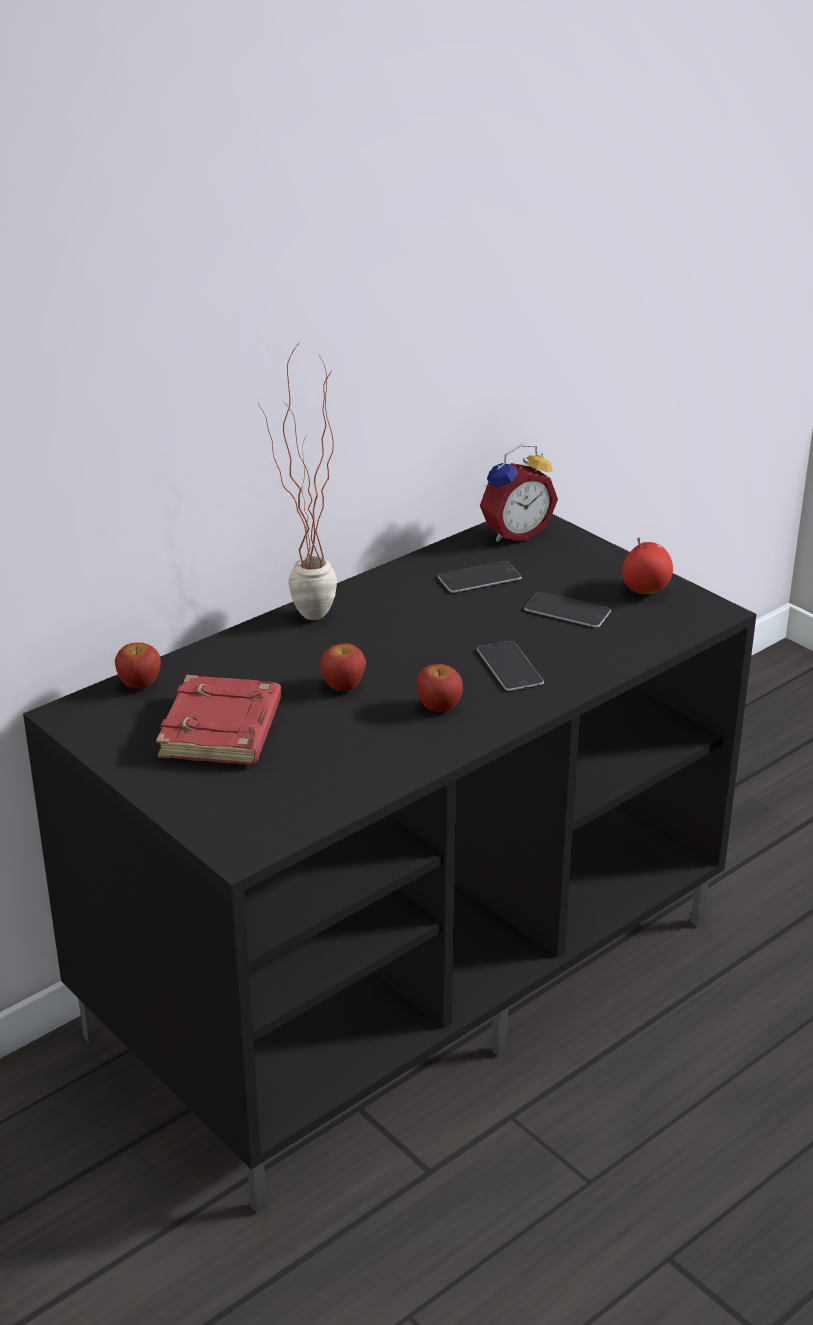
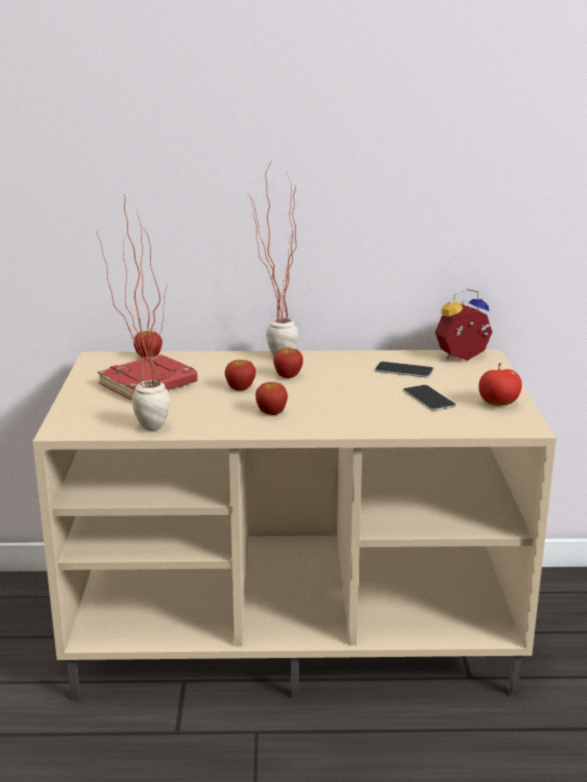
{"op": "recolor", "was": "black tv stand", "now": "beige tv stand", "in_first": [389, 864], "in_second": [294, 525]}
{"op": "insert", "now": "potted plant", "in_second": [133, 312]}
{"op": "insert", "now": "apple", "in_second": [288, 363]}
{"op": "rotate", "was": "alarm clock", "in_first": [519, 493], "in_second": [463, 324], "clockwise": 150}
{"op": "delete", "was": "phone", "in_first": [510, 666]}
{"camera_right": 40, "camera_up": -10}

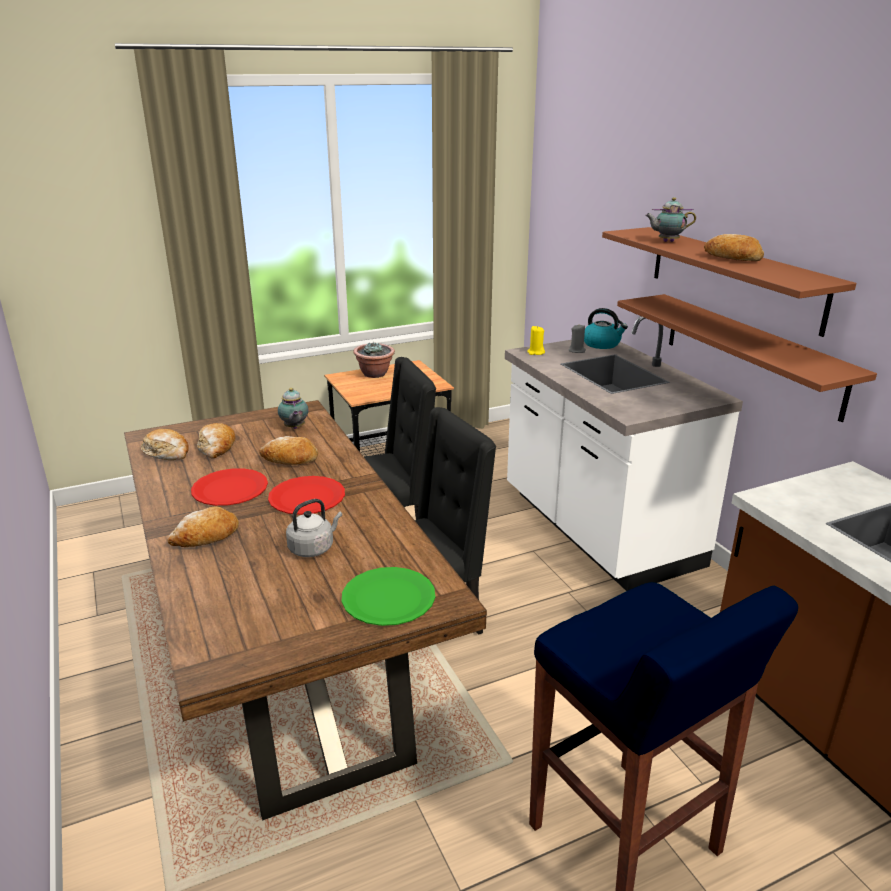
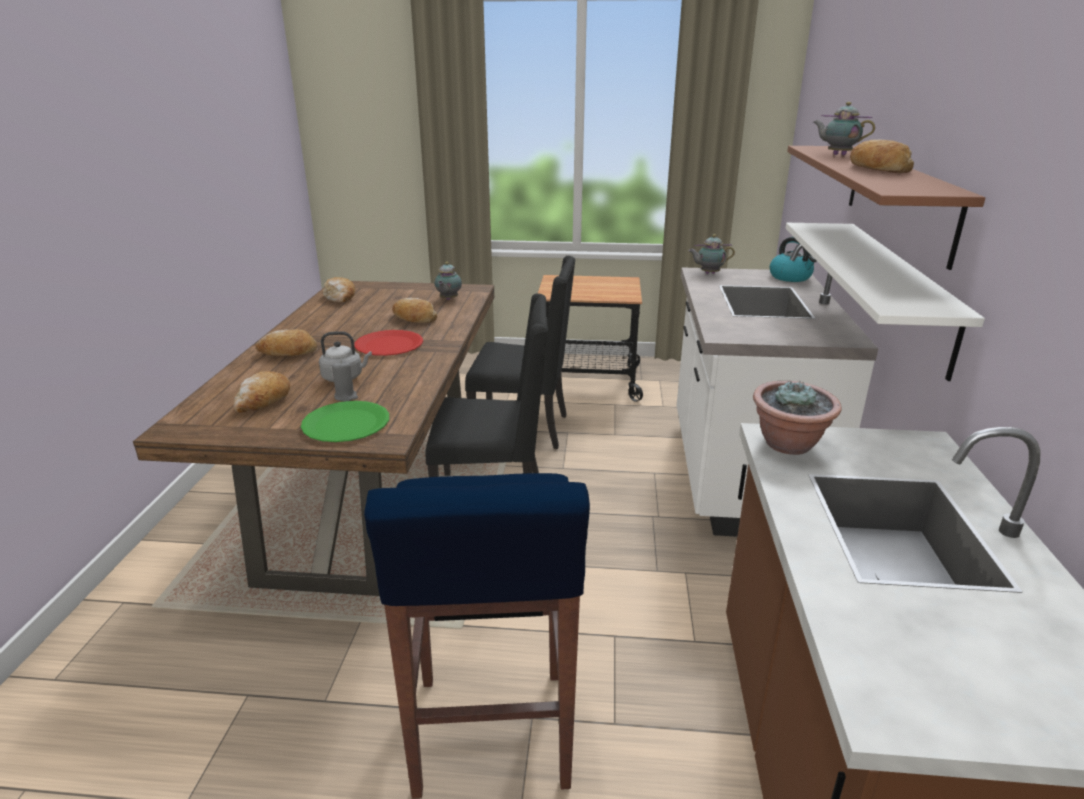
{"op": "move", "was": "bread", "in_first": [216, 440], "in_second": [261, 392]}
{"op": "move", "was": "grey candle", "in_first": [577, 339], "in_second": [345, 381]}
{"op": "replace", "was": "yellow candle", "now": "teapot", "in_first": [536, 340], "in_second": [711, 254]}
{"op": "move", "was": "potted plant", "in_first": [374, 359], "in_second": [797, 418]}
{"op": "recolor", "was": "brown shelf", "now": "white shelf", "in_first": [747, 358], "in_second": [885, 302]}
{"op": "delete", "was": "red plate", "in_first": [229, 487]}
{"camera_right": 30, "camera_up": 0}

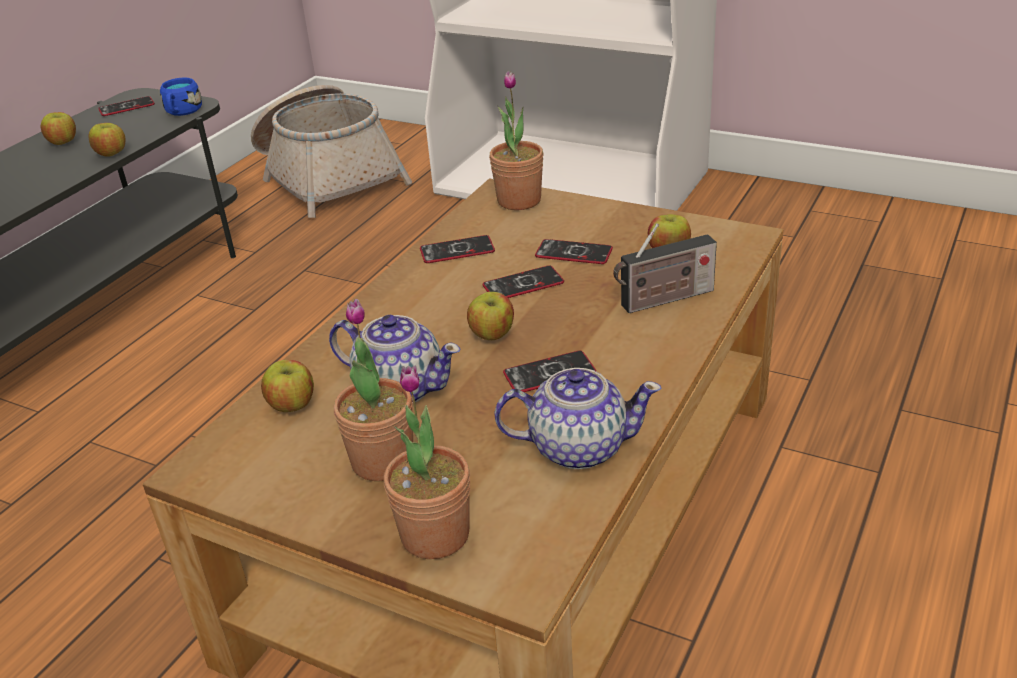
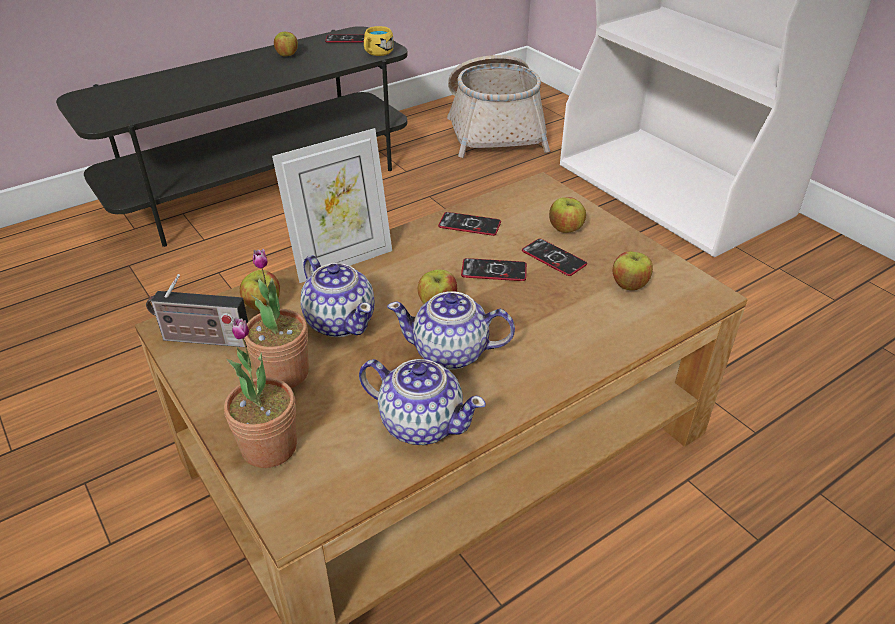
{"op": "move", "was": "radio", "in_first": [665, 268], "in_second": [197, 310]}
{"op": "insert", "now": "picture frame", "in_second": [332, 205]}
{"op": "recolor", "was": "blue mug", "now": "yellow mug", "in_first": [181, 96], "in_second": [379, 41]}
{"op": "replace", "was": "phone", "now": "teapot", "in_first": [549, 371], "in_second": [451, 330]}
{"op": "move", "was": "apple", "in_first": [107, 140], "in_second": [567, 215]}
{"op": "delete", "was": "potted plant", "in_first": [516, 140]}
{"camera_right": 25, "camera_up": 5}

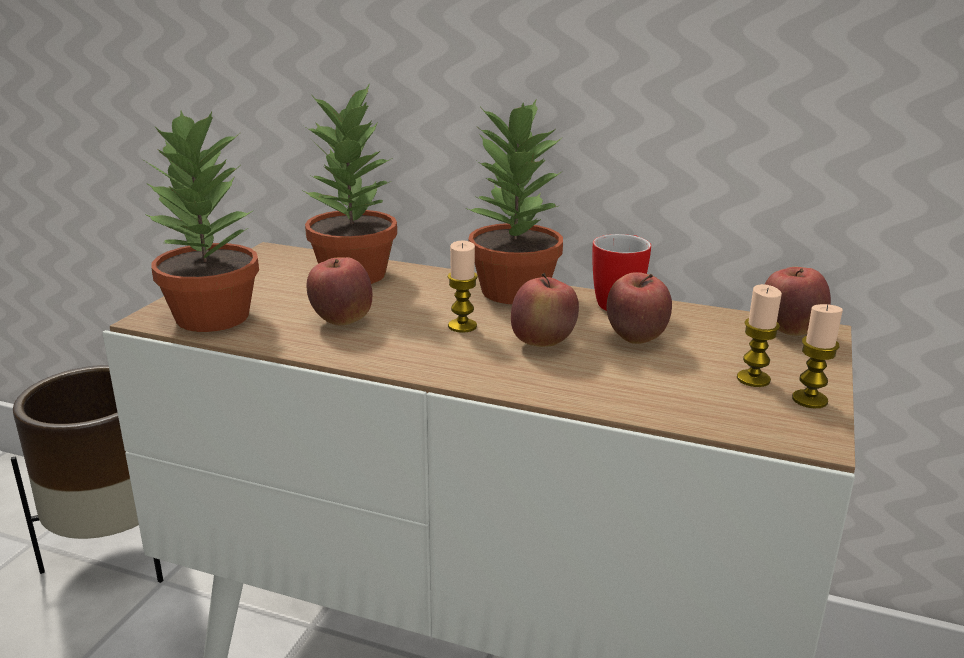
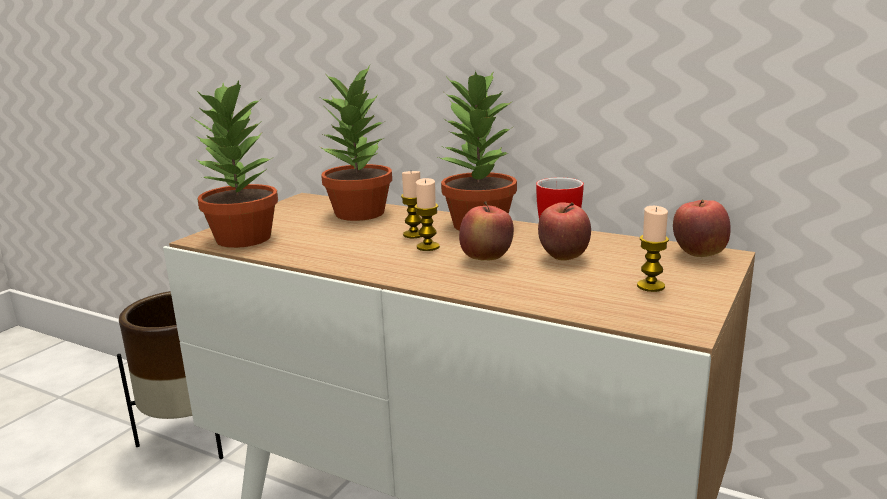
{"op": "move", "was": "candle", "in_first": [817, 356], "in_second": [411, 204]}
{"op": "delete", "was": "apple", "in_first": [339, 291]}
{"camera_right": 10, "camera_up": -5}

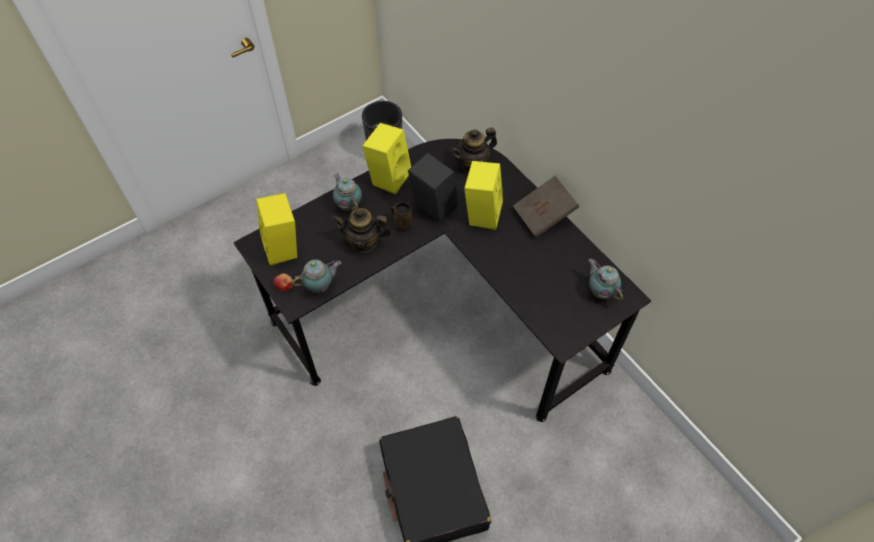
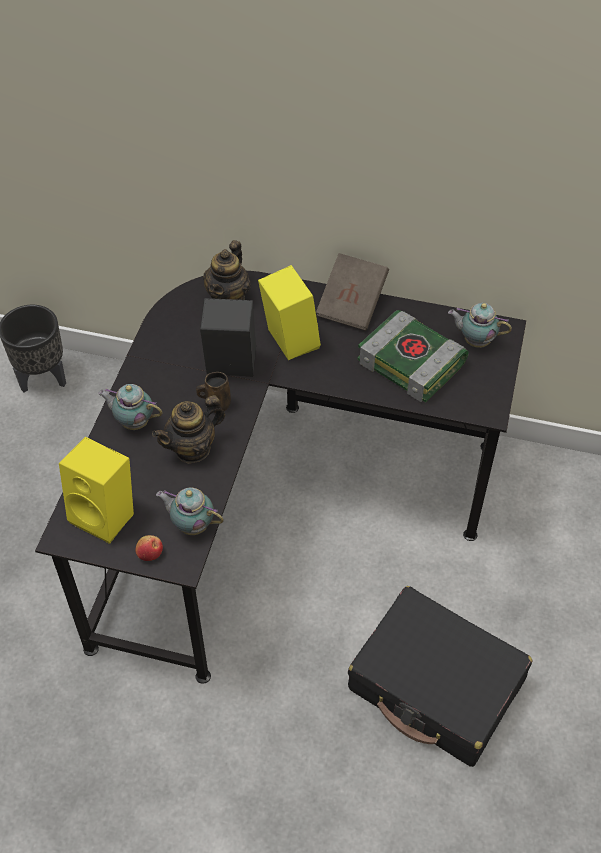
{"op": "rotate", "was": "teapot", "in_first": [316, 276], "in_second": [190, 511], "clockwise": -90}
{"op": "insert", "now": "book", "in_second": [413, 356]}
{"op": "delete", "was": "yellow speaker", "in_first": [386, 159]}
{"camera_right": -40, "camera_up": -5}

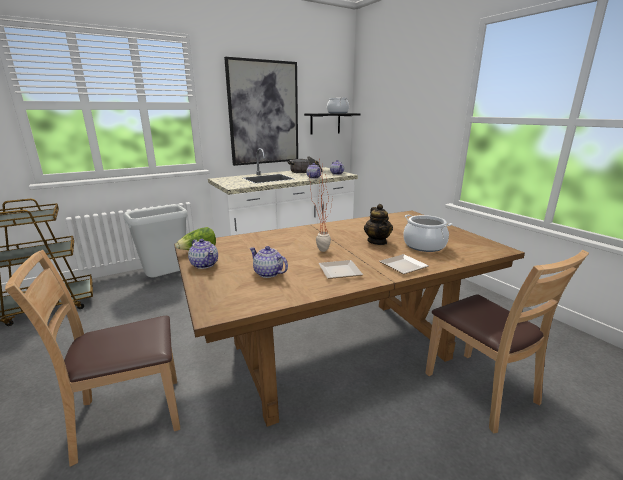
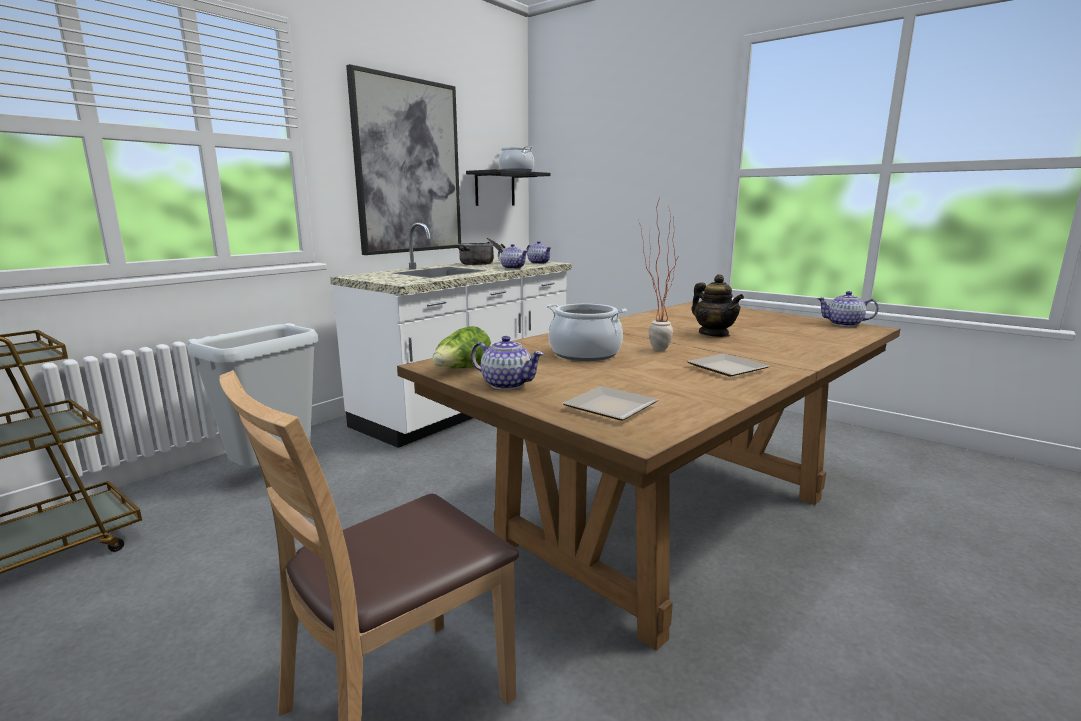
{"op": "move", "was": "cooking pot", "in_first": [427, 233], "in_second": [587, 332]}
{"op": "move", "was": "plate", "in_first": [404, 264], "in_second": [610, 403]}
{"op": "move", "was": "teapot", "in_first": [268, 262], "in_second": [848, 309]}
{"op": "delete", "was": "brown chair", "in_first": [507, 342]}
{"camera_right": -20, "camera_up": -5}

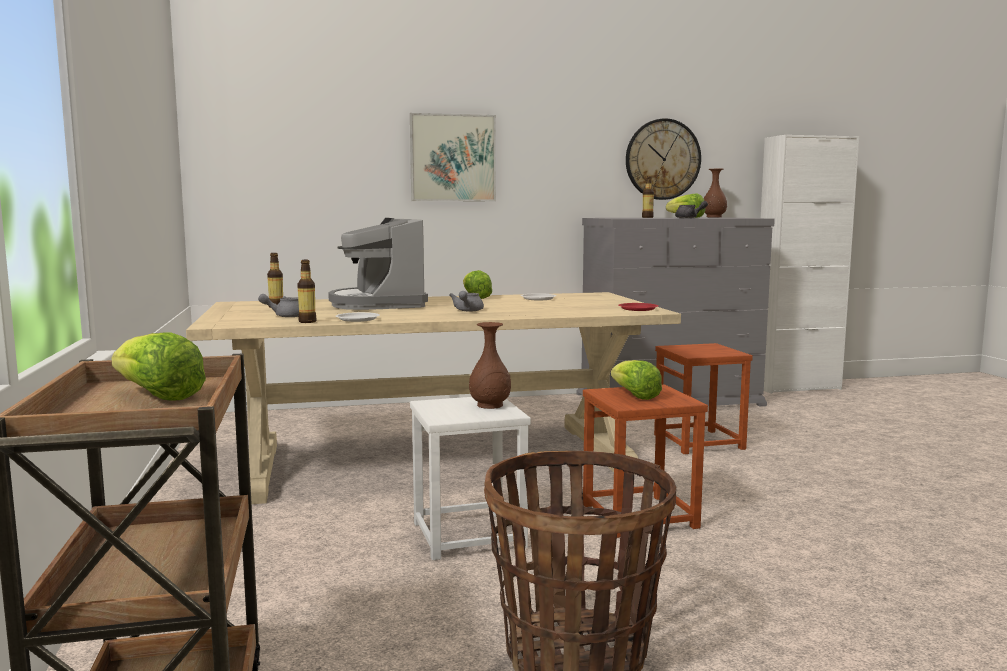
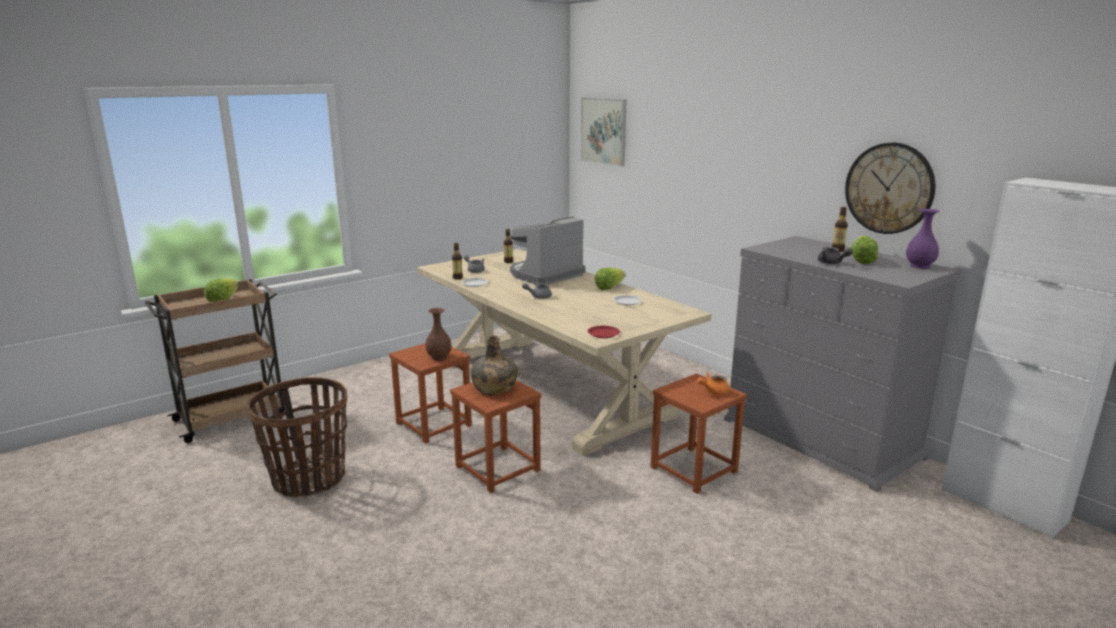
{"op": "recolor", "was": "white stool", "now": "brown stool", "in_first": [470, 478], "in_second": [430, 393]}
{"op": "replace", "was": "lettuce", "now": "green bottle", "in_first": [636, 380], "in_second": [494, 365]}
{"op": "move", "was": "picture", "in_first": [453, 157], "in_second": [604, 132]}
{"op": "insert", "now": "orange teapot", "in_second": [713, 384]}
{"op": "recolor", "was": "brown vase", "now": "purple vase", "in_first": [715, 193], "in_second": [923, 239]}
{"camera_right": 65, "camera_up": 10}

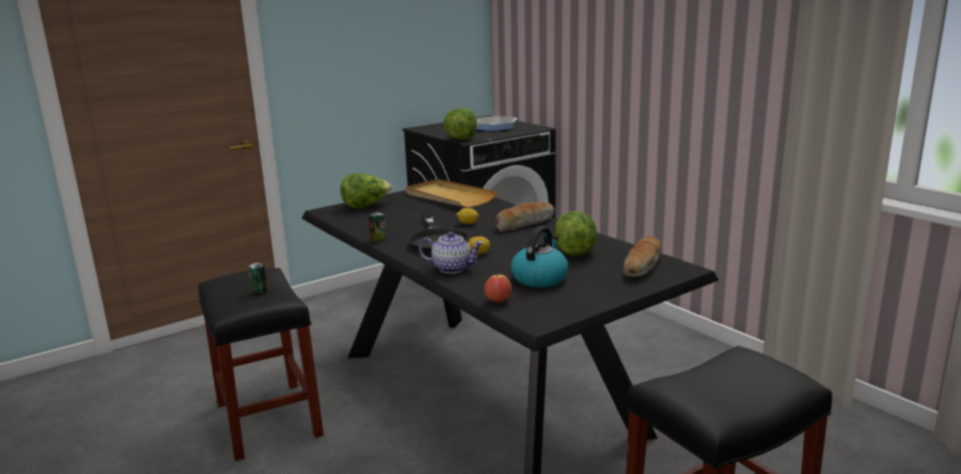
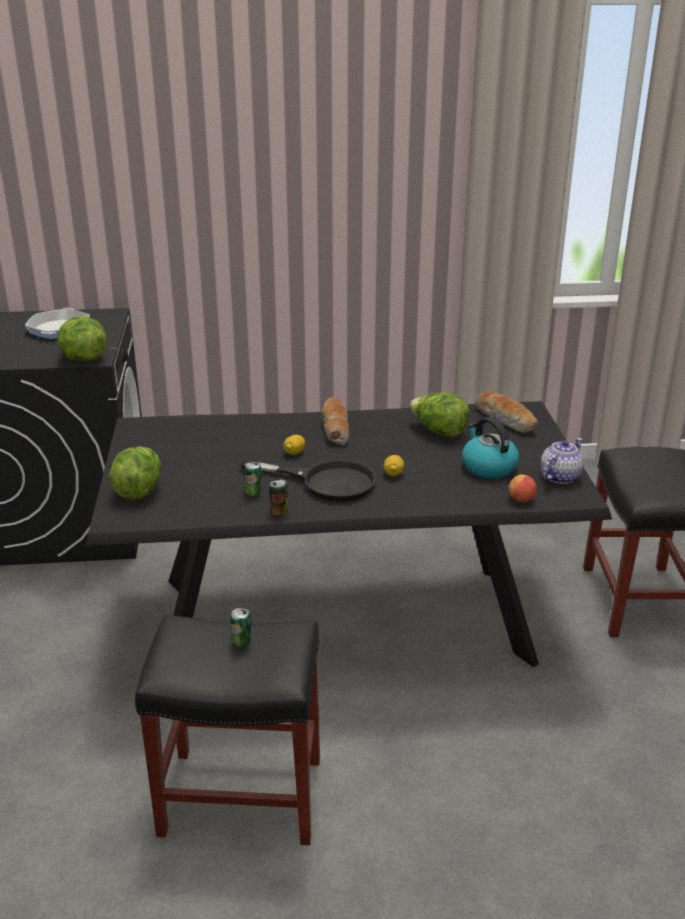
{"op": "insert", "now": "can", "in_second": [252, 479]}
{"op": "move", "was": "teapot", "in_first": [451, 252], "in_second": [562, 461]}
{"op": "delete", "was": "beige tray", "in_first": [451, 193]}
{"camera_right": -60, "camera_up": 10}

